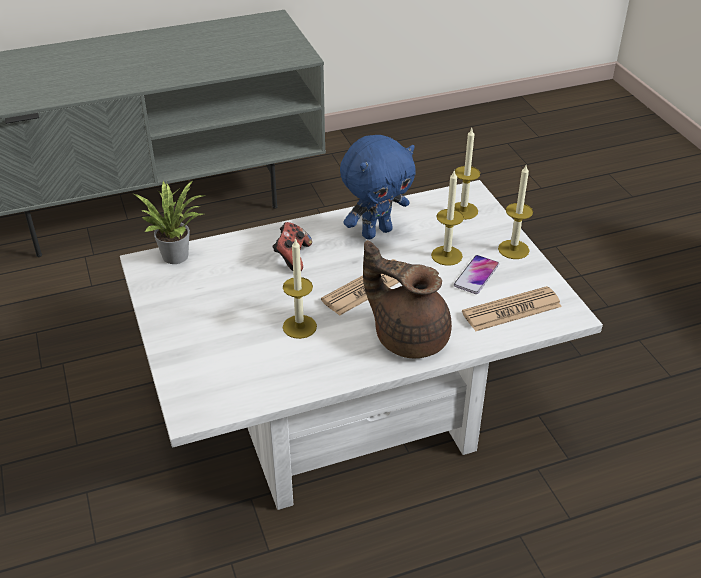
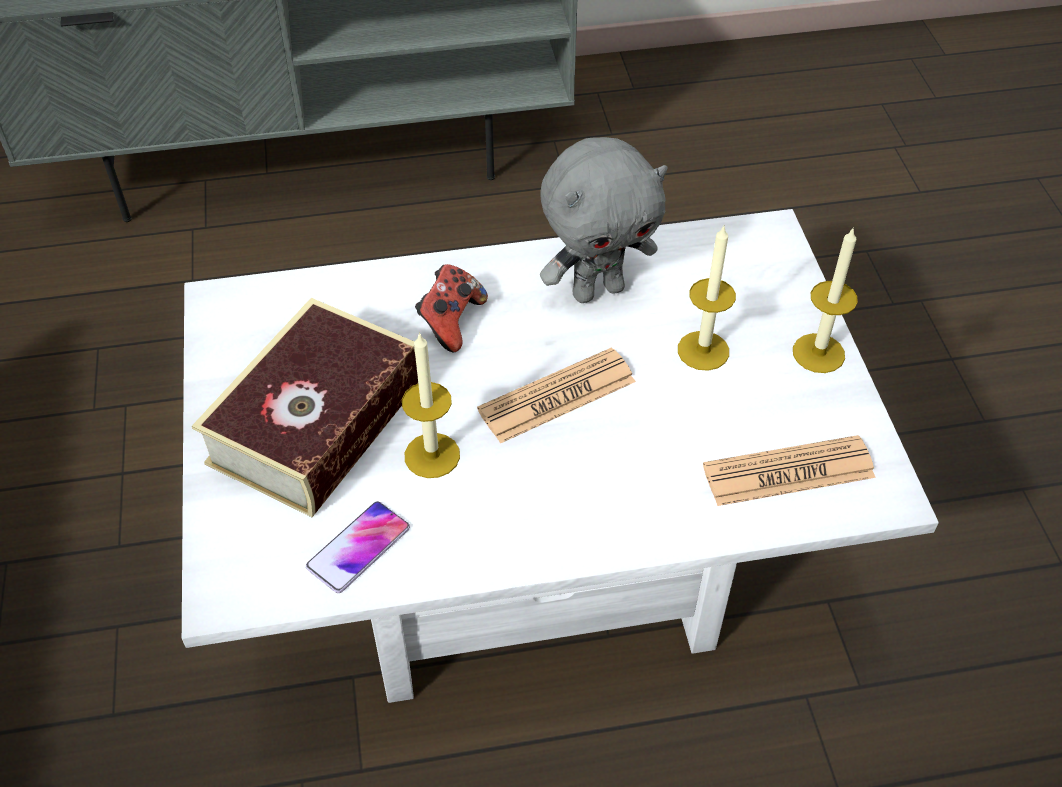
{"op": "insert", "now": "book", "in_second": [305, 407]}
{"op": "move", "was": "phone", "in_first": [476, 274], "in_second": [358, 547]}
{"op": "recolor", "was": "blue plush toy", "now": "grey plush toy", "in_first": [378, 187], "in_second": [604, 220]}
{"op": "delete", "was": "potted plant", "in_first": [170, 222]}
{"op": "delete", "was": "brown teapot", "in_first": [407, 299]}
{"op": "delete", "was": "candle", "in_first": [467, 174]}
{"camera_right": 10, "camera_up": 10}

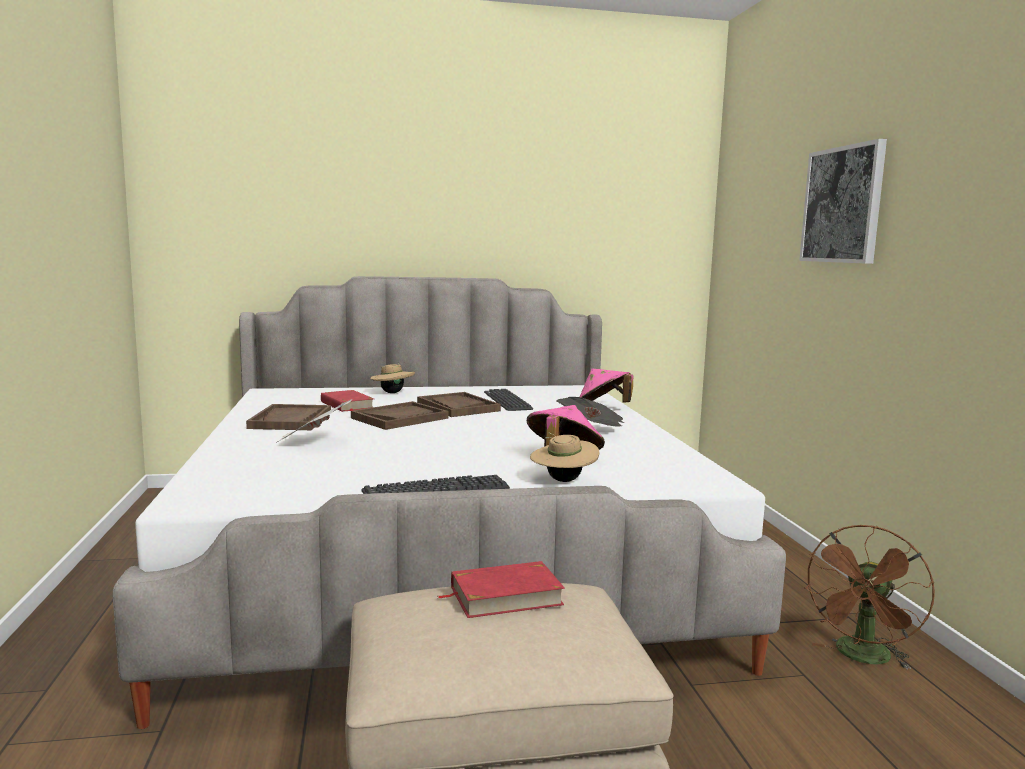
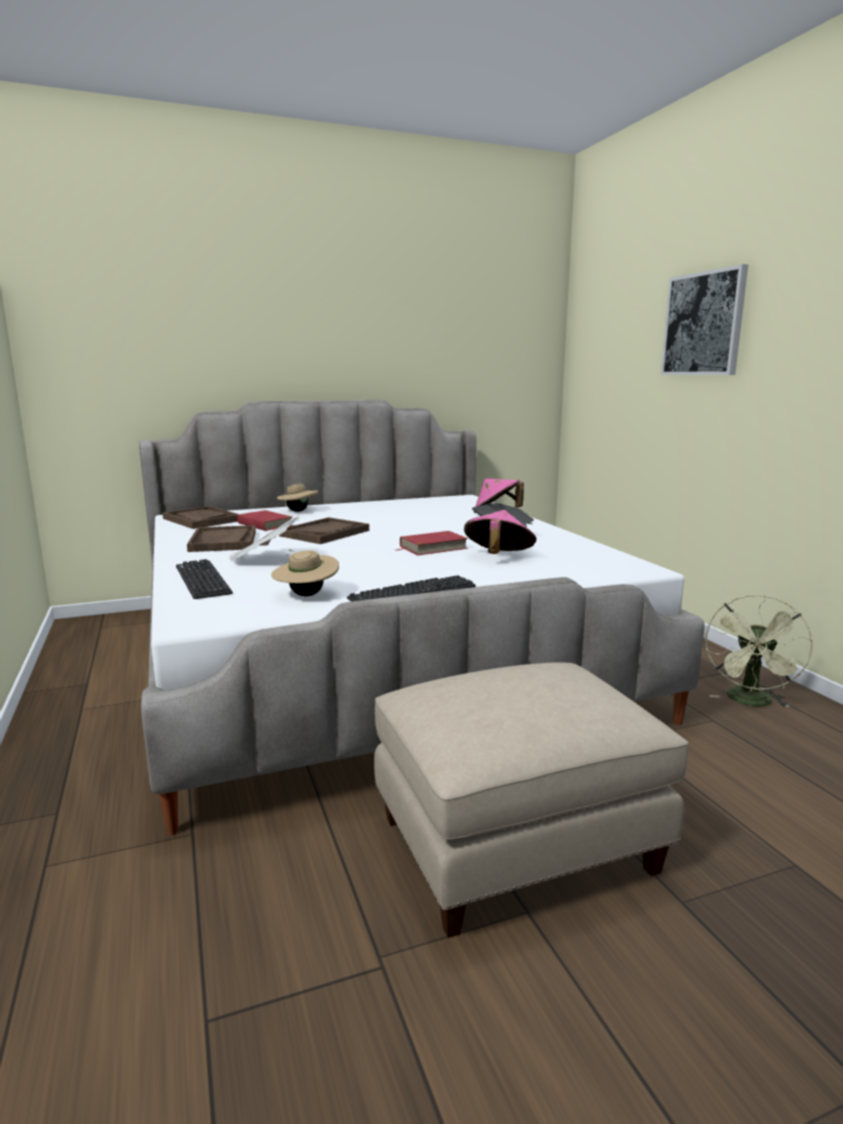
{"op": "move", "was": "brown tray", "in_first": [459, 404], "in_second": [200, 517]}
{"op": "move", "was": "keyboard", "in_first": [508, 400], "in_second": [204, 579]}
{"op": "move", "was": "beige hat", "in_first": [564, 457], "in_second": [305, 572]}
{"op": "move", "was": "red book", "in_first": [501, 589], "in_second": [431, 543]}
{"op": "recolor", "was": "brown fan", "now": "green fan", "in_first": [869, 597], "in_second": [759, 651]}
{"camera_right": -10, "camera_up": 5}

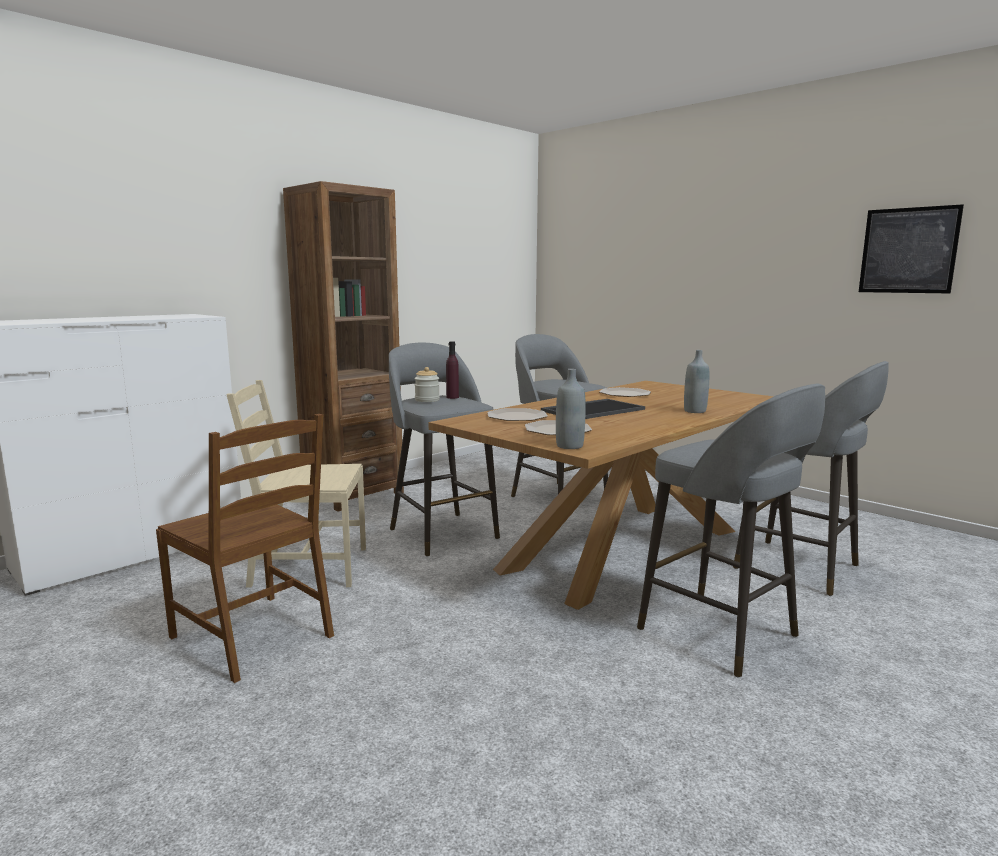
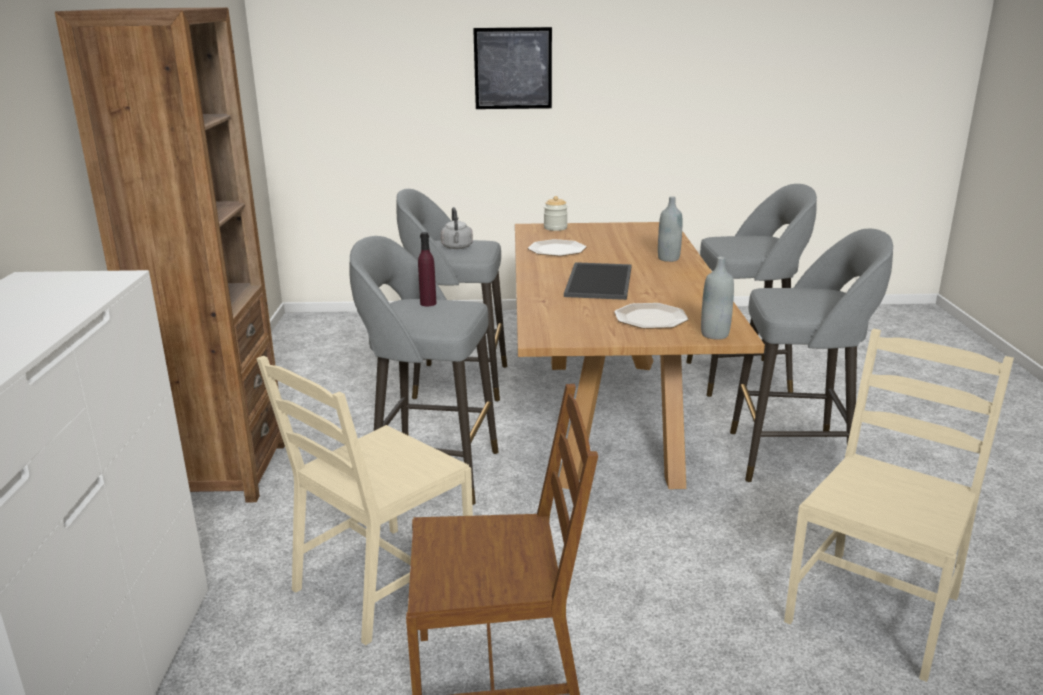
{"op": "insert", "now": "grey kettle", "in_second": [457, 228]}
{"op": "move", "was": "picture", "in_first": [911, 248], "in_second": [512, 68]}
{"op": "move", "was": "jar", "in_first": [427, 384], "in_second": [556, 213]}
{"op": "insert", "now": "beige chair", "in_second": [899, 505]}
{"op": "delete", "was": "plate", "in_first": [517, 414]}
{"camera_right": -45, "camera_up": 10}

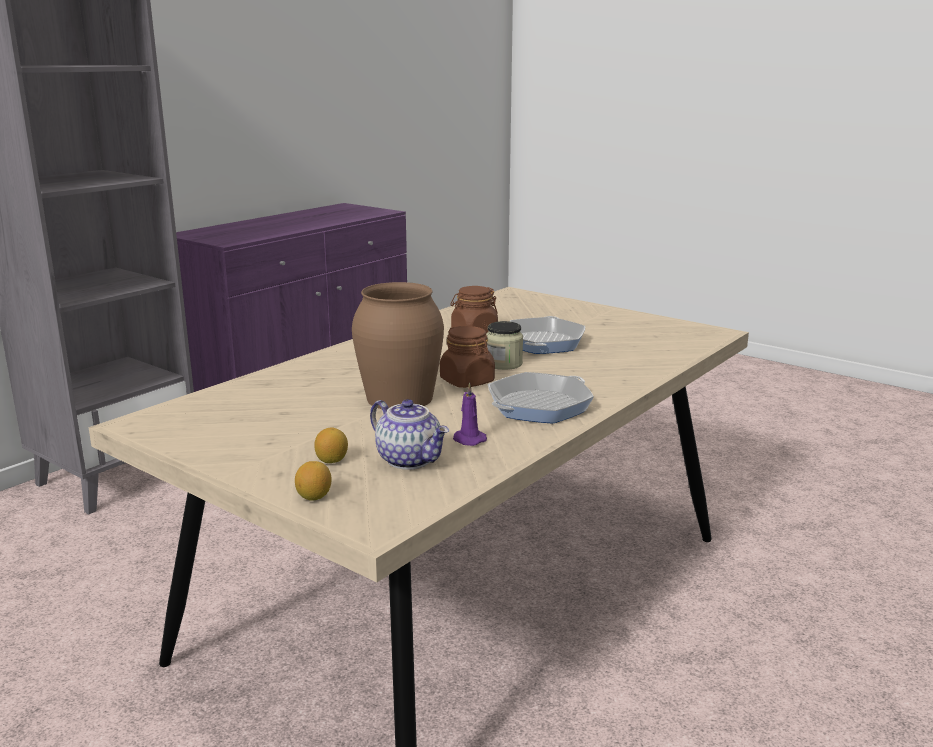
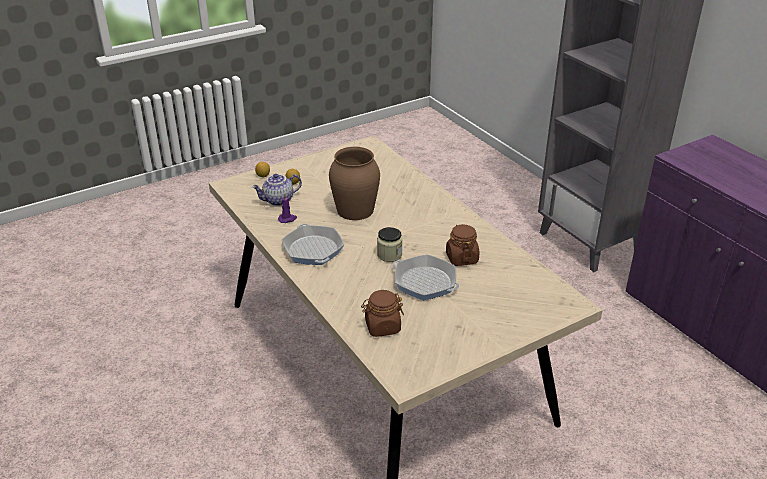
{"op": "move", "was": "brown jar", "in_first": [467, 357], "in_second": [382, 313]}
{"camera_right": 110, "camera_up": 15}

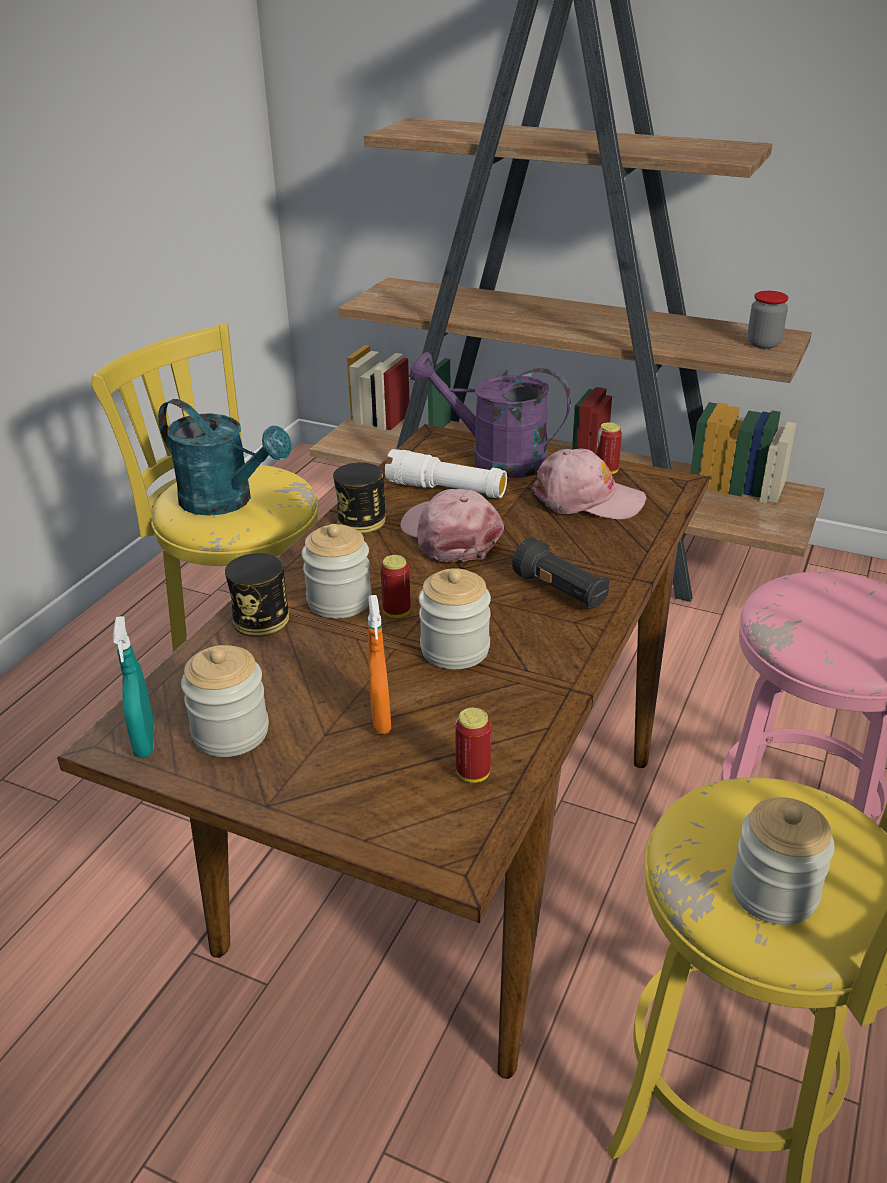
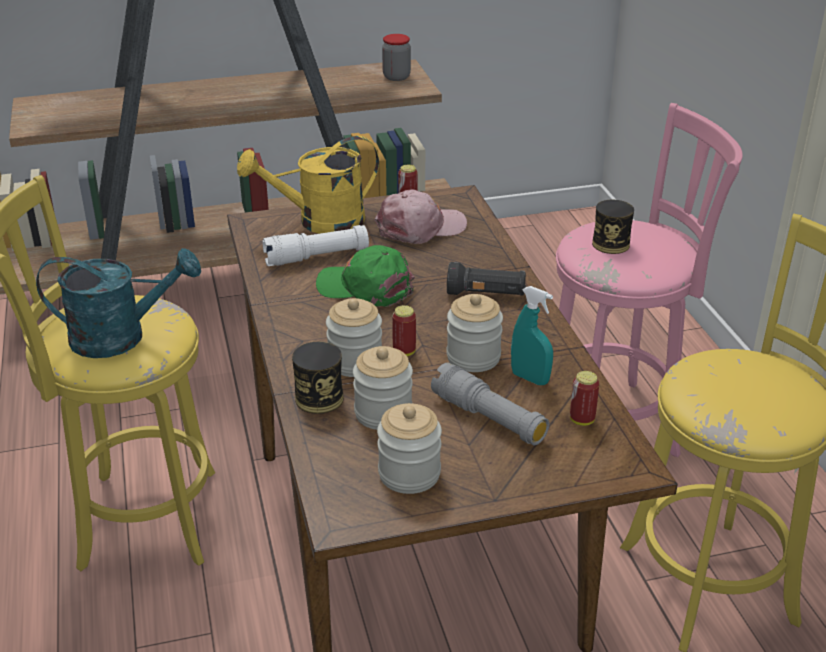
{"op": "recolor", "was": "purple watering can", "now": "yellow watering can", "in_first": [490, 415], "in_second": [308, 185]}
{"op": "recolor", "was": "pink cap", "now": "green cap", "in_first": [452, 525], "in_second": [365, 276]}
{"op": "move", "was": "jar", "in_first": [783, 861], "in_second": [383, 388]}
{"op": "replace", "was": "orange spray bottle", "now": "grey flashlight", "in_first": [379, 664], "in_second": [490, 404]}
{"op": "move", "was": "turquoise spray bottle", "in_first": [133, 687], "in_second": [532, 335]}
{"op": "move", "was": "can", "in_first": [359, 498], "in_second": [613, 227]}
{"camera_right": -40, "camera_up": 0}

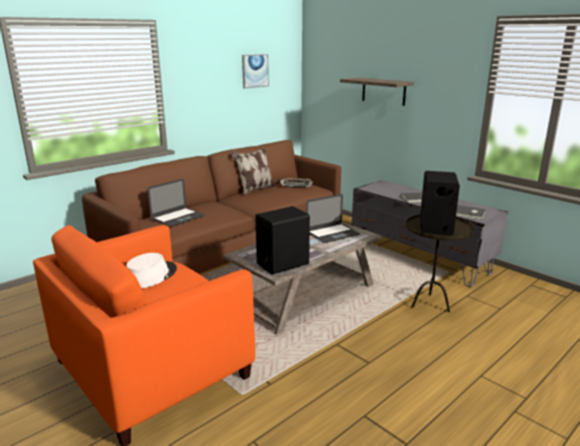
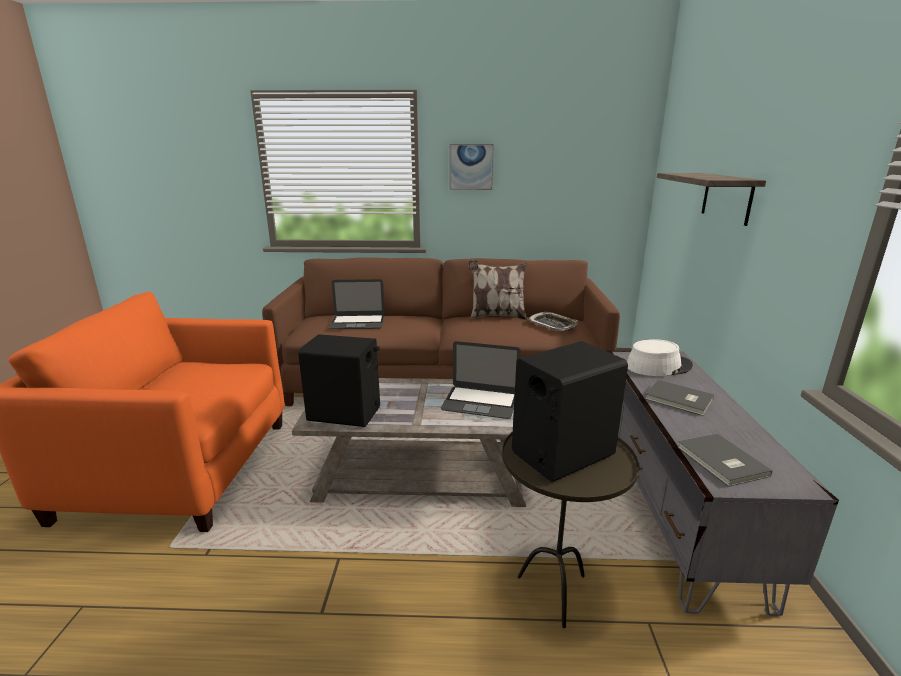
{"op": "move", "was": "picture", "in_first": [255, 71], "in_second": [471, 167]}
{"op": "move", "was": "white hat", "in_first": [151, 270], "in_second": [660, 357]}
{"camera_right": 45, "camera_up": 0}

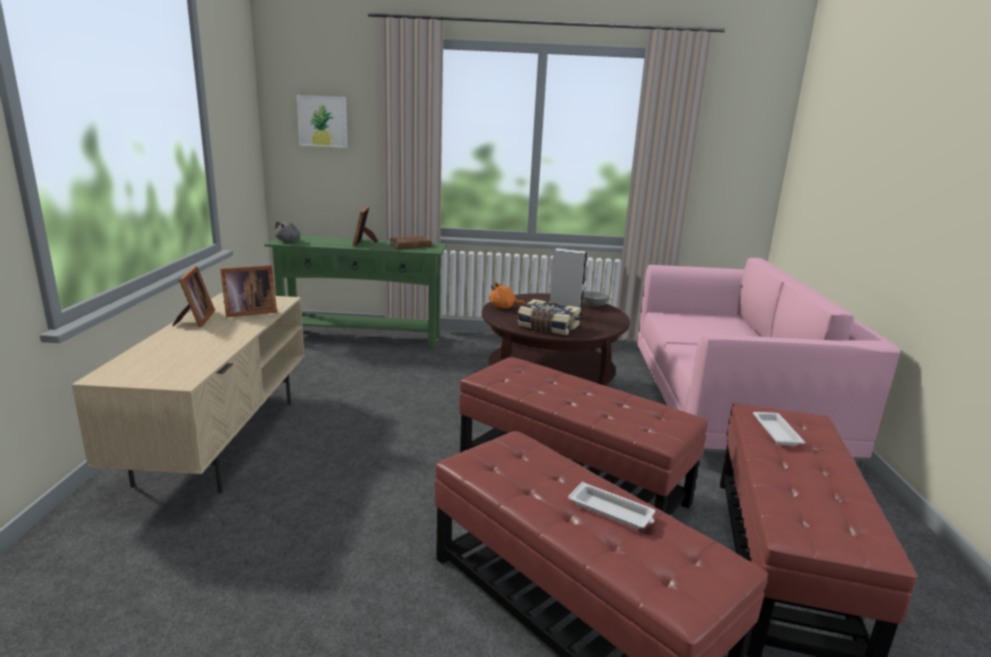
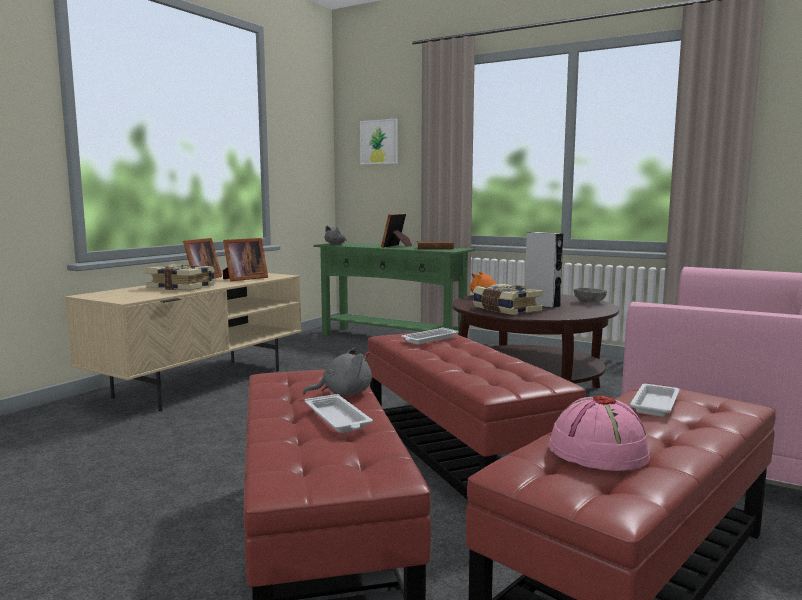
{"op": "insert", "now": "book", "in_second": [180, 277]}
{"op": "rotate", "was": "picture frame", "in_first": [248, 291], "in_second": [245, 259], "clockwise": -45}
{"op": "insert", "now": "grey plush toy", "in_second": [337, 371]}
{"op": "insert", "now": "white tray", "in_second": [430, 335]}
{"op": "insert", "now": "pink hat", "in_second": [599, 433]}
{"camera_right": 30, "camera_up": -10}

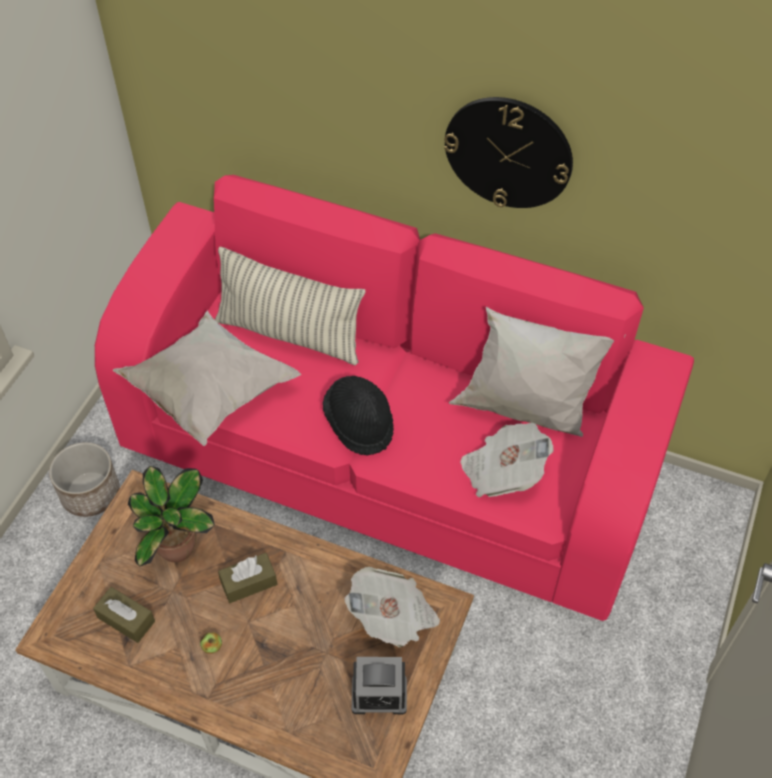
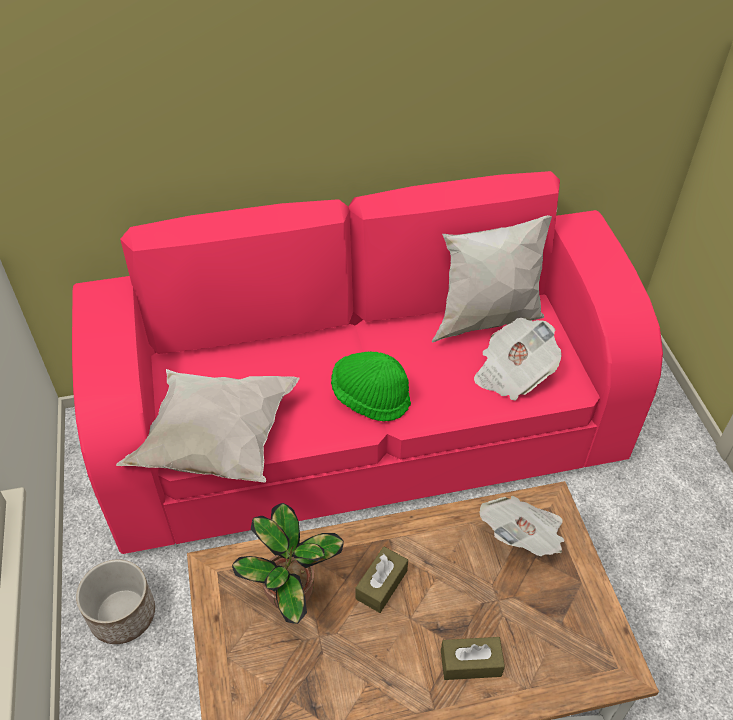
{"op": "recolor", "was": "black hat", "now": "green hat", "in_first": [358, 416], "in_second": [371, 386]}
{"op": "move", "was": "brown tissue box", "in_first": [124, 615], "in_second": [473, 658]}
{"op": "delete", "was": "apple", "in_first": [211, 643]}
{"op": "delete", "was": "pillow", "in_first": [290, 306]}
{"op": "delete", "was": "alarm clock", "in_first": [379, 685]}
{"op": "delete", "was": "wall clock", "in_first": [508, 152]}
{"camera_right": -35, "camera_up": -5}

